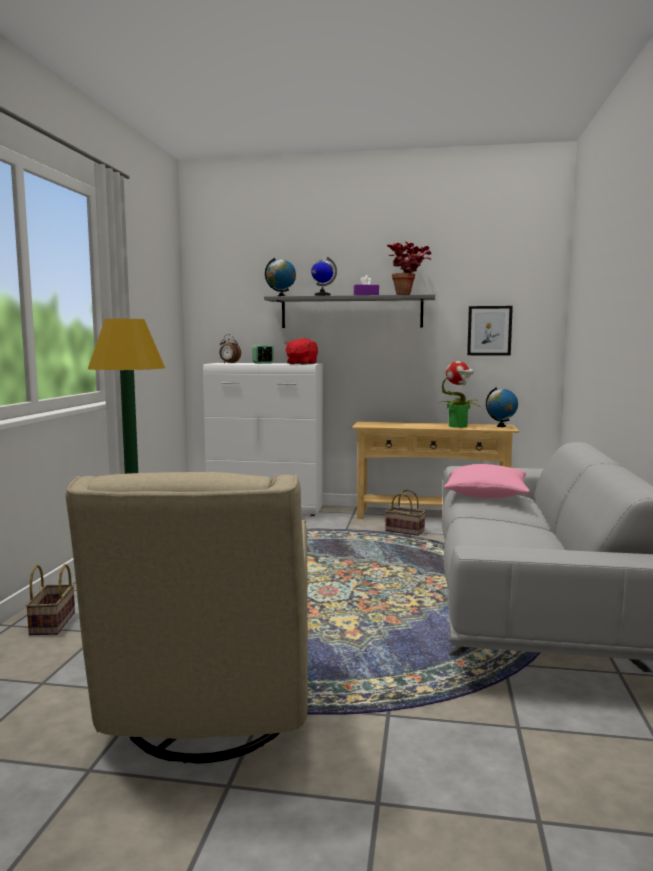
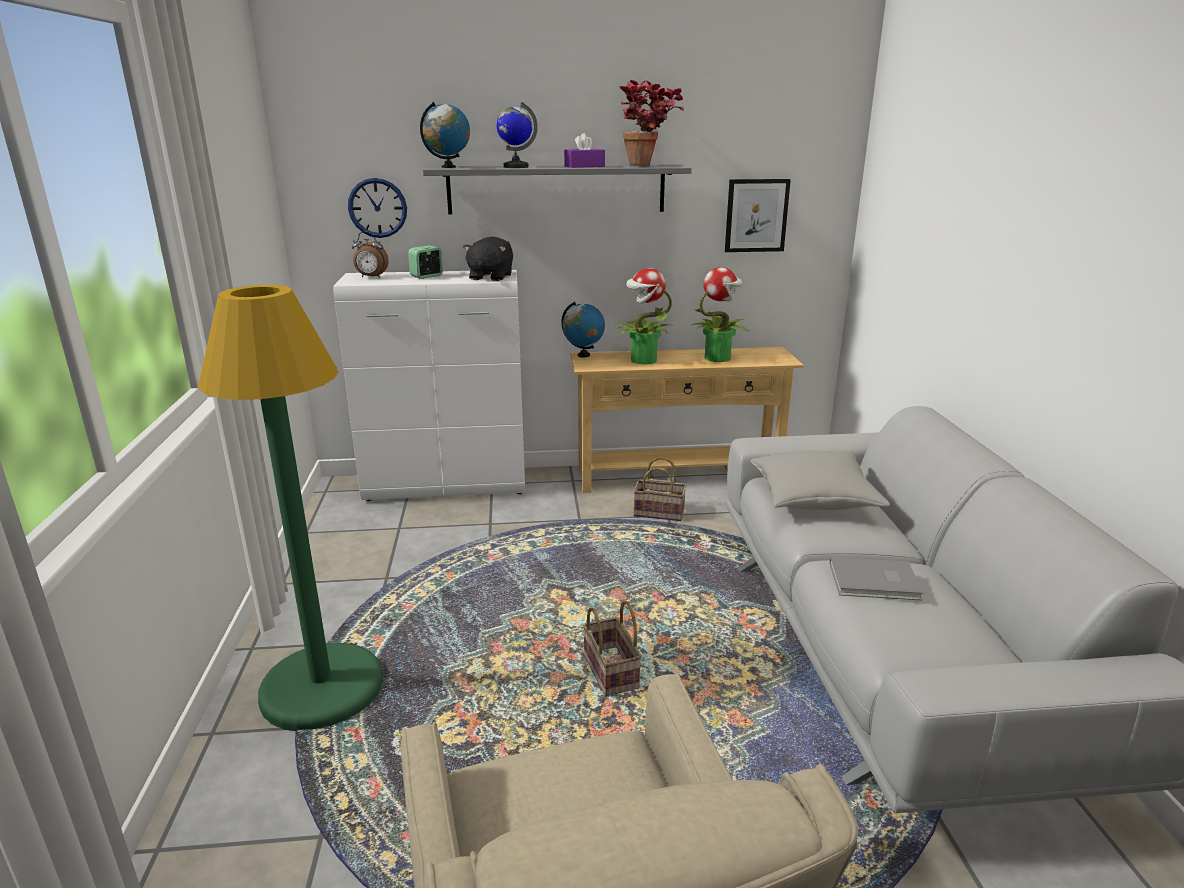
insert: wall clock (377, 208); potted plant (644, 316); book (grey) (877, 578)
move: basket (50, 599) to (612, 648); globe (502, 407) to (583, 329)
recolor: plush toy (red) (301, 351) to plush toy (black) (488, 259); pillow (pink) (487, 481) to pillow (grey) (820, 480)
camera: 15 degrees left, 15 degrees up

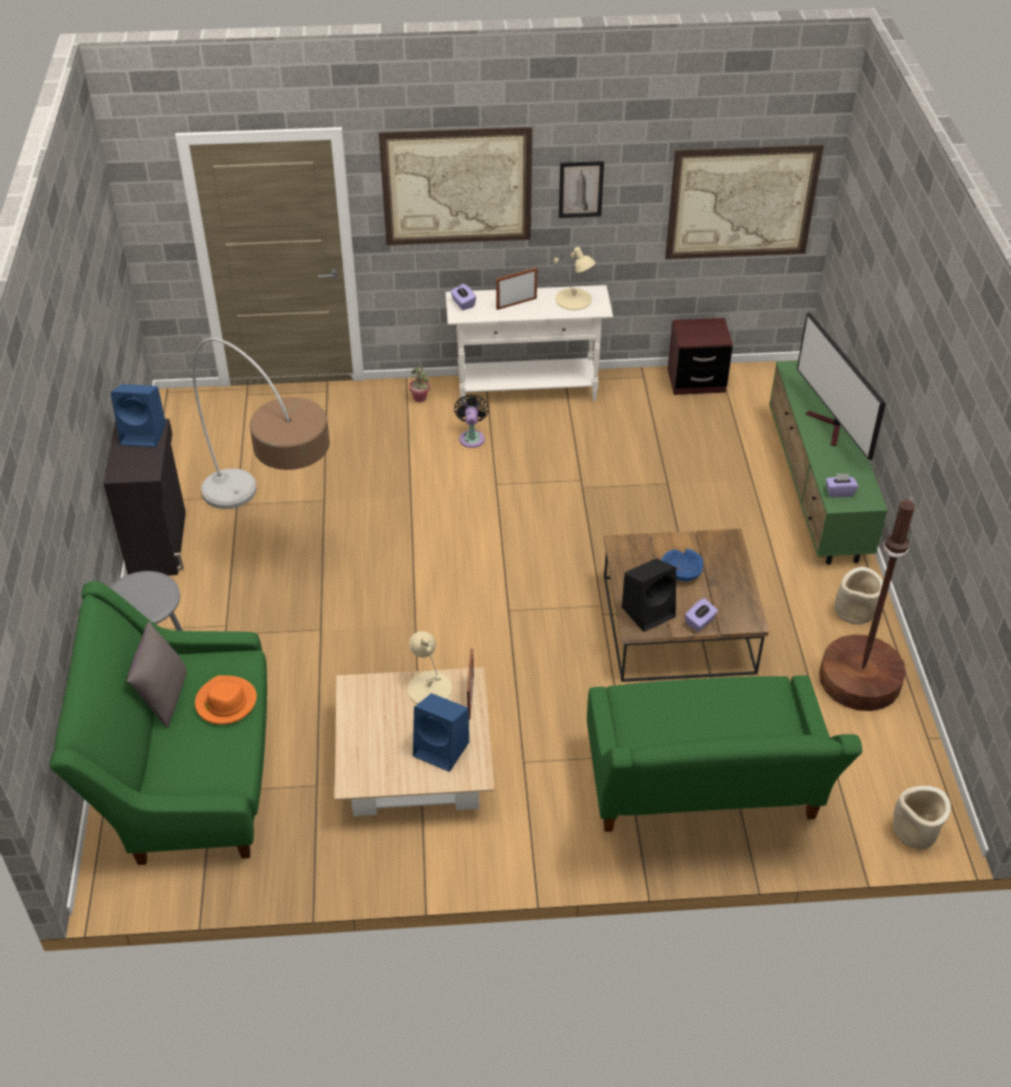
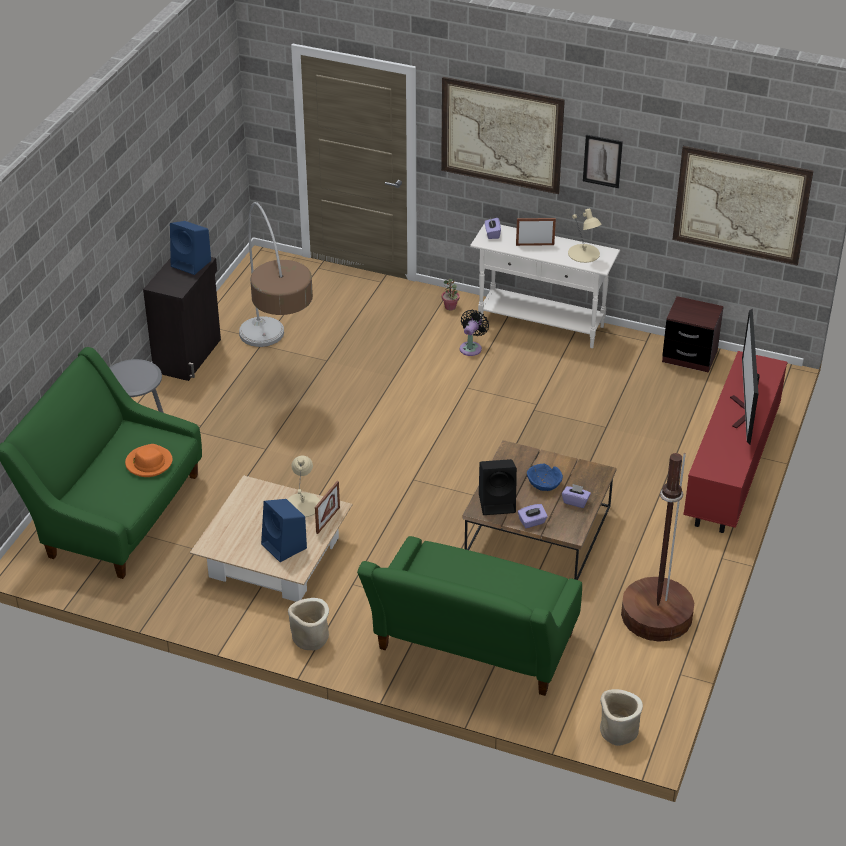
delete: pillow (grey) (157, 675)
move: tissue box (purple) (842, 485) to (576, 496); planter (beige) (858, 596) to (308, 624)
recolor: tv stand (green) (828, 462) to tv stand (red) (735, 442)
camera: 25 degrees right, 5 degrees down

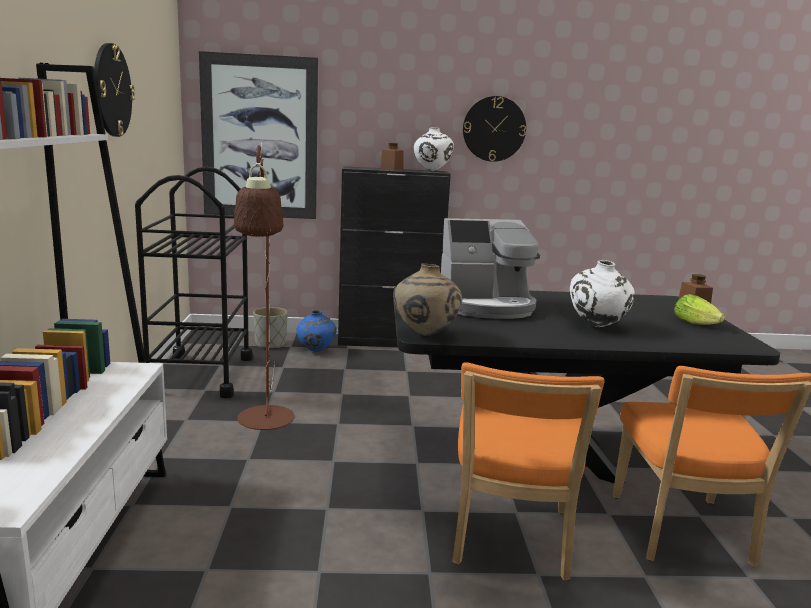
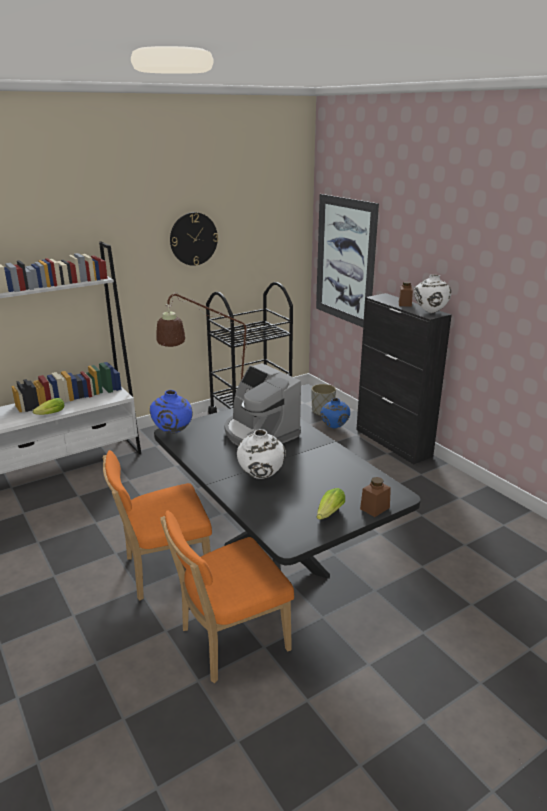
delete: wall clock (494, 129)
insert: lettuce (48, 406)
recolor: vase (beige) (427, 299) to vase (blue) (171, 412)
camera: 60 degrees right, 10 degrees up

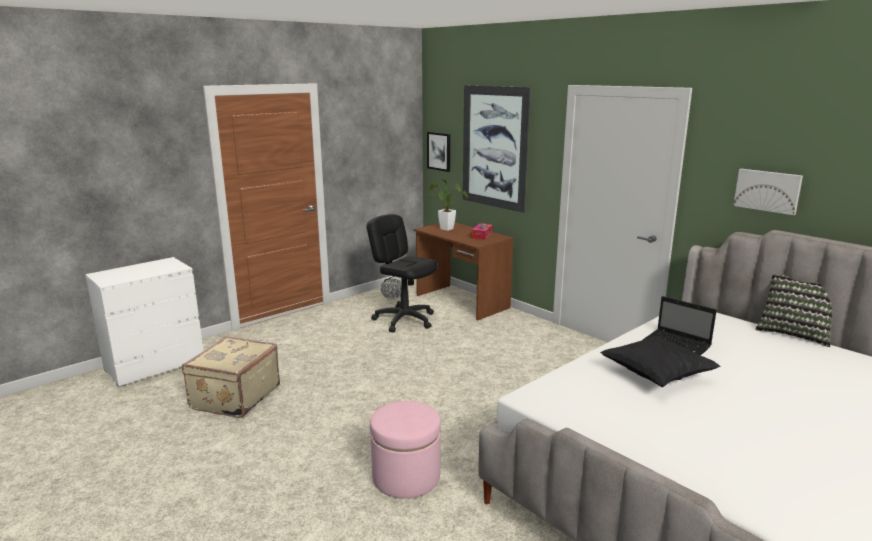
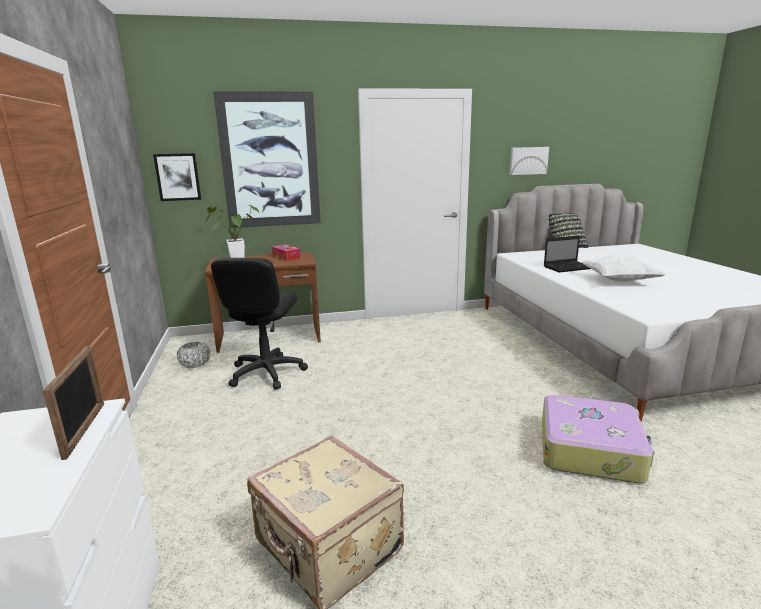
insert: picture frame (73, 403)
replace: ottoman (pink) (405, 450) to suitcase (598, 439)
recolor: pillow (black) (660, 361) to pillow (white) (623, 268)
rotate: office chair (black) (402, 273) = (259, 323) 60 degrees counterclockwise
camera: 60 degrees left, 0 degrees up

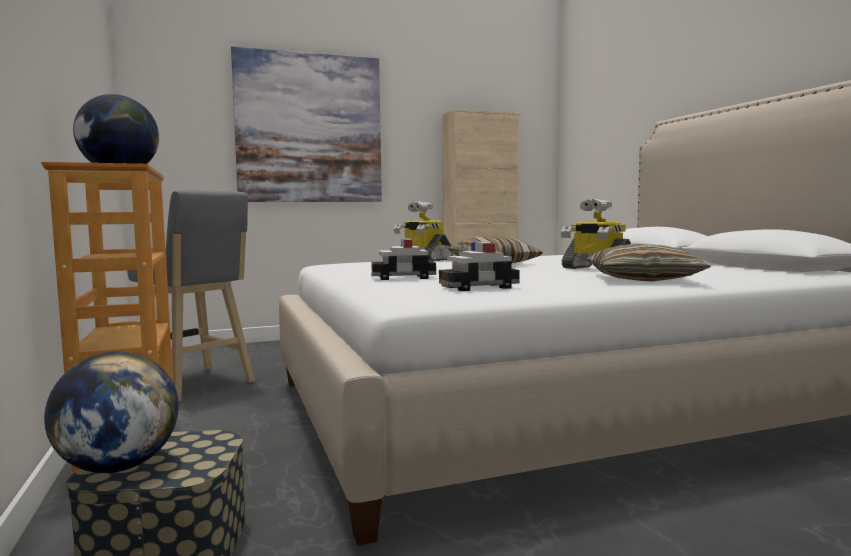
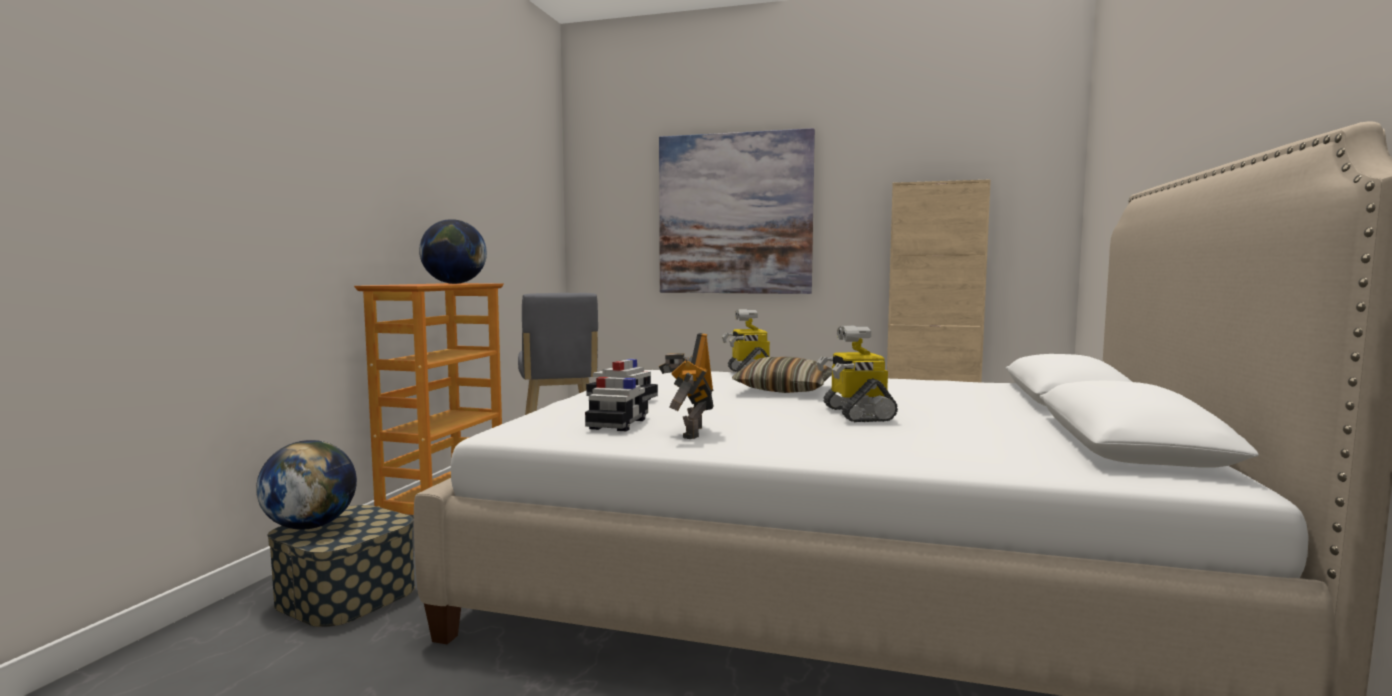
delete: pillow (648, 263)
insert: toy robot (686, 386)
rotate: toy car (479, 266) = (616, 404) 90 degrees clockwise
camera: 35 degrees right, 0 degrees up

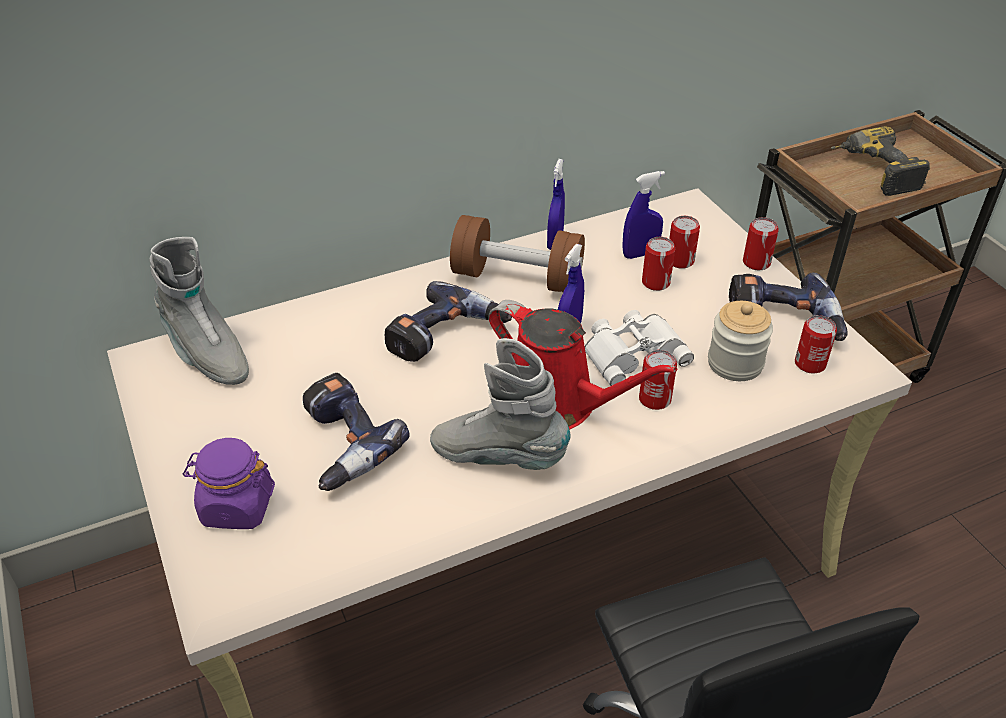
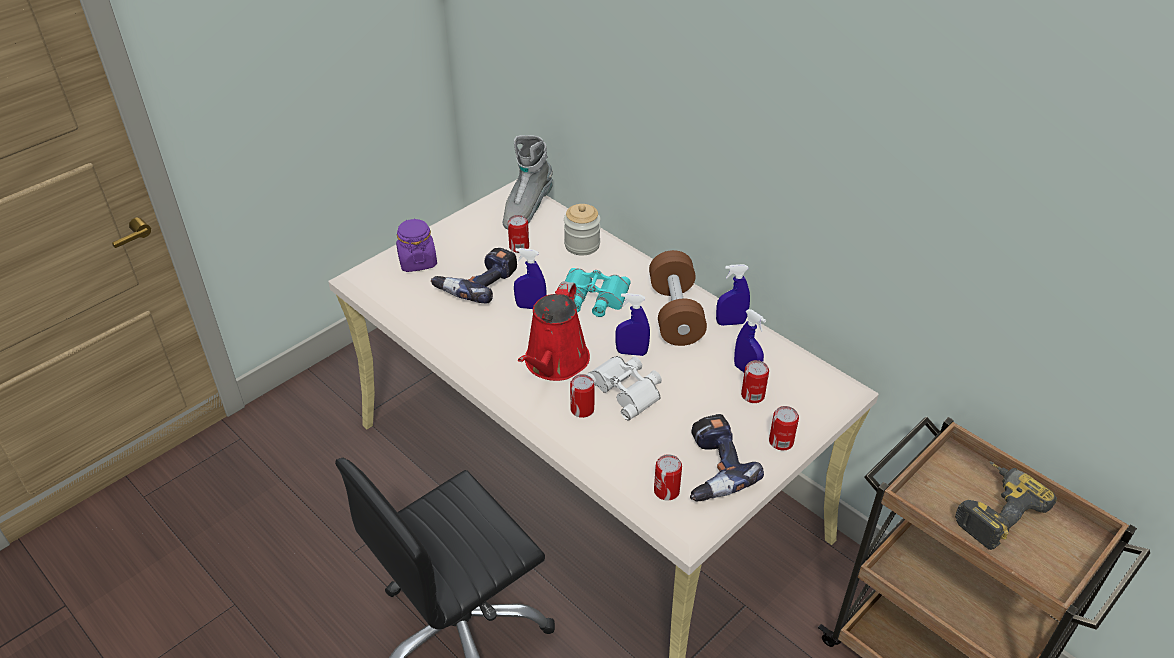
delete: boot (grey) (500, 404)
insert: spray bottle (blue) (530, 278)
move: can (658, 264) to (518, 234); jar (740, 341) to (582, 229)
replace: power drill (448, 321) to binoculars (turquoise) (598, 292)
camera: 70 degrees right, 0 degrees up

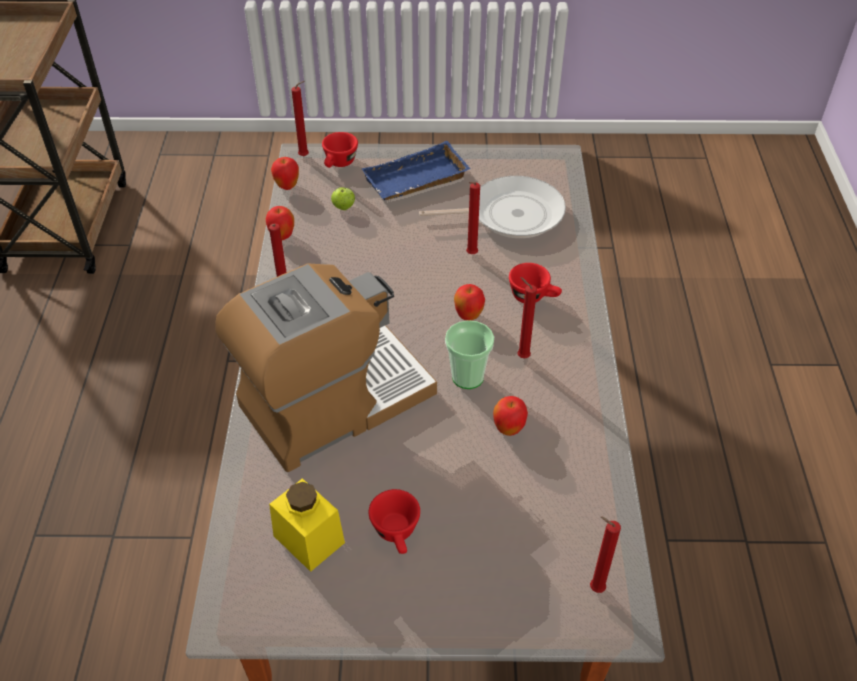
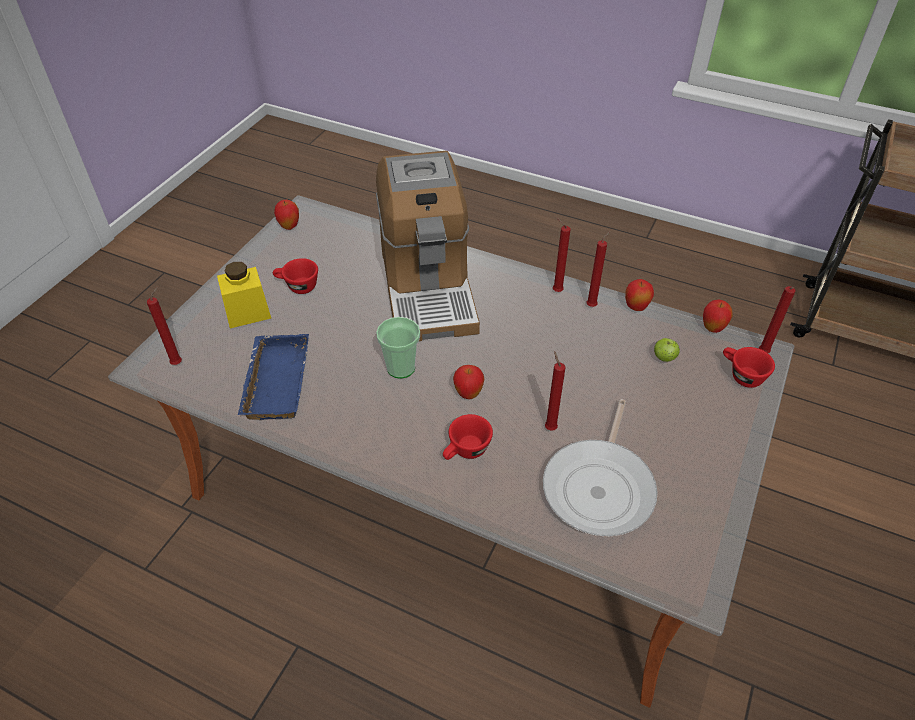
move: jar (yellow) (307, 525) to (244, 295); tray (blue) (416, 170) to (273, 377); apple (510, 416) to (286, 215); candle (red) (527, 317) to (598, 269)
camera: 115 degrees right, 0 degrees up

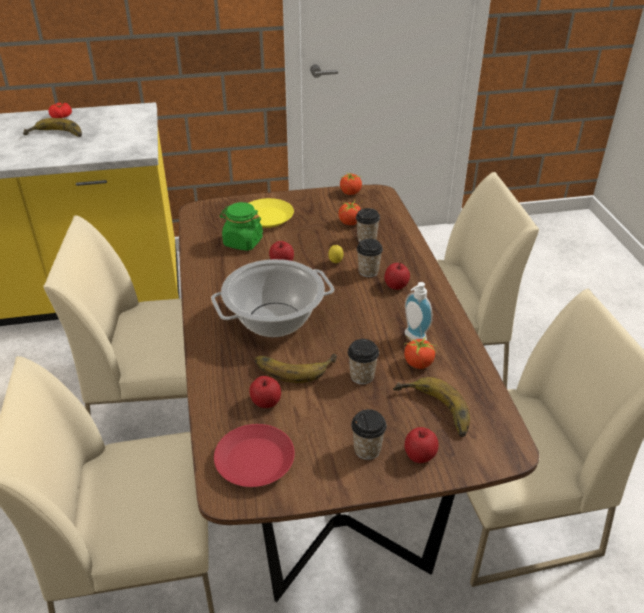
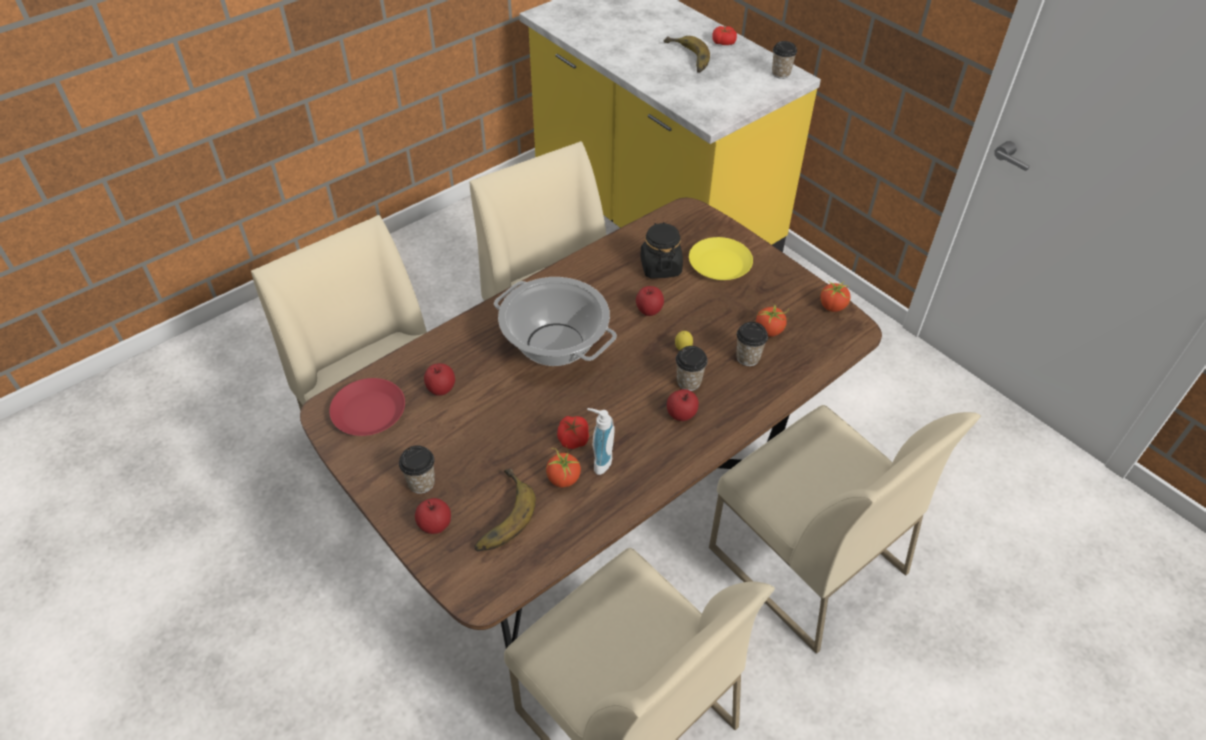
delete: banana (296, 368)
insert: tomato (573, 432)
move: cup (363, 361) to (784, 60)
recolor: jar (green) (241, 226) to jar (black) (661, 250)
camera: 60 degrees right, 10 degrees up

